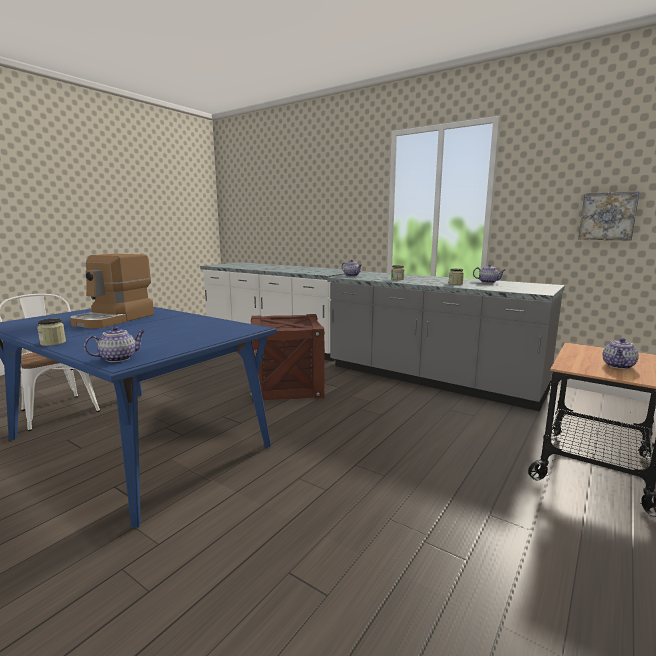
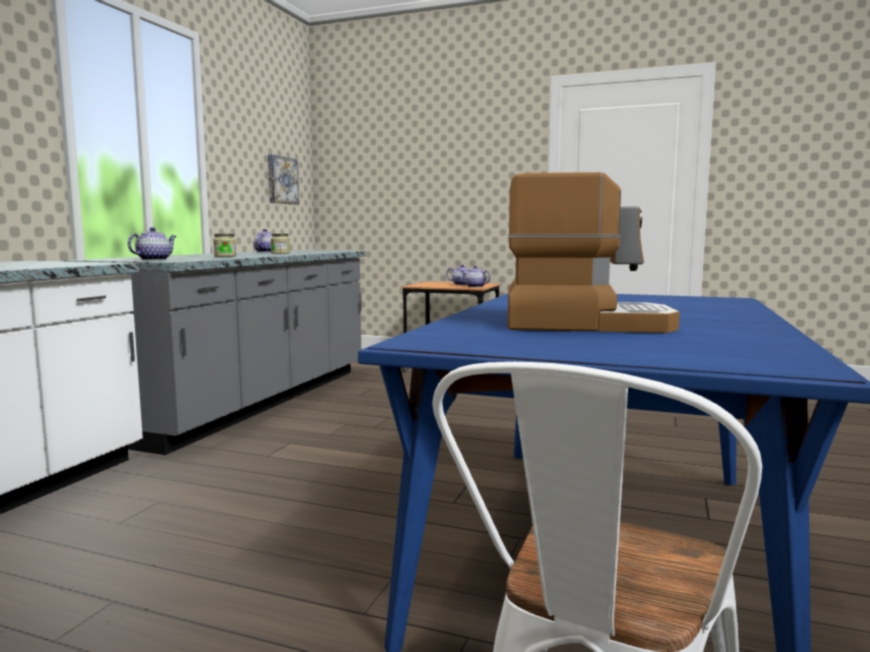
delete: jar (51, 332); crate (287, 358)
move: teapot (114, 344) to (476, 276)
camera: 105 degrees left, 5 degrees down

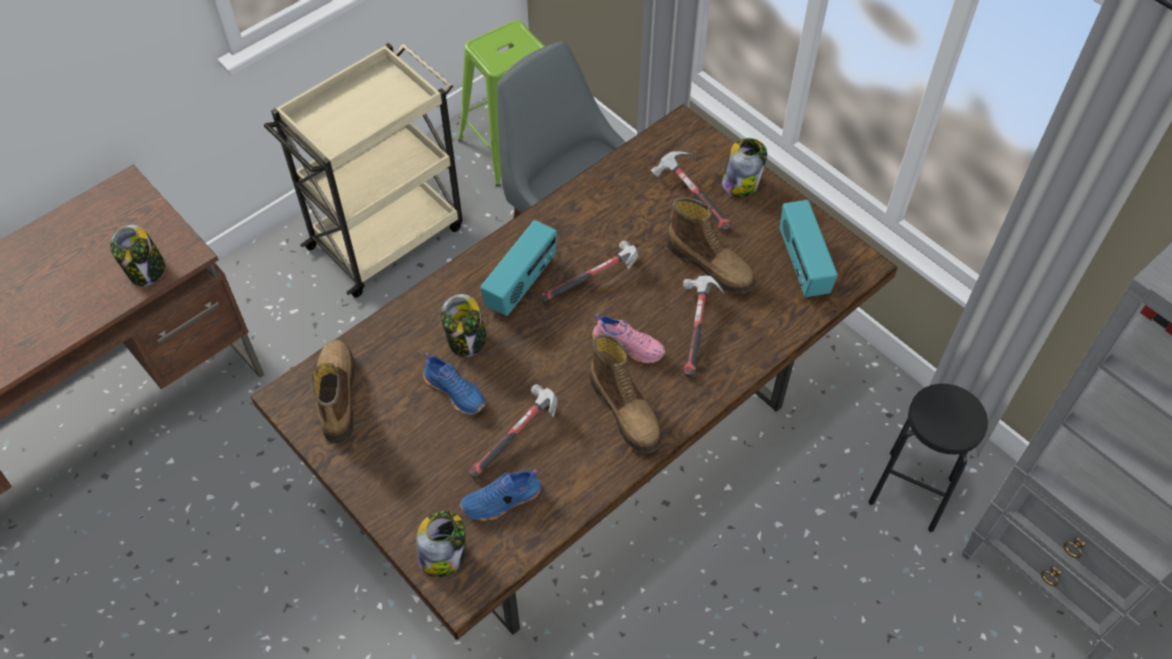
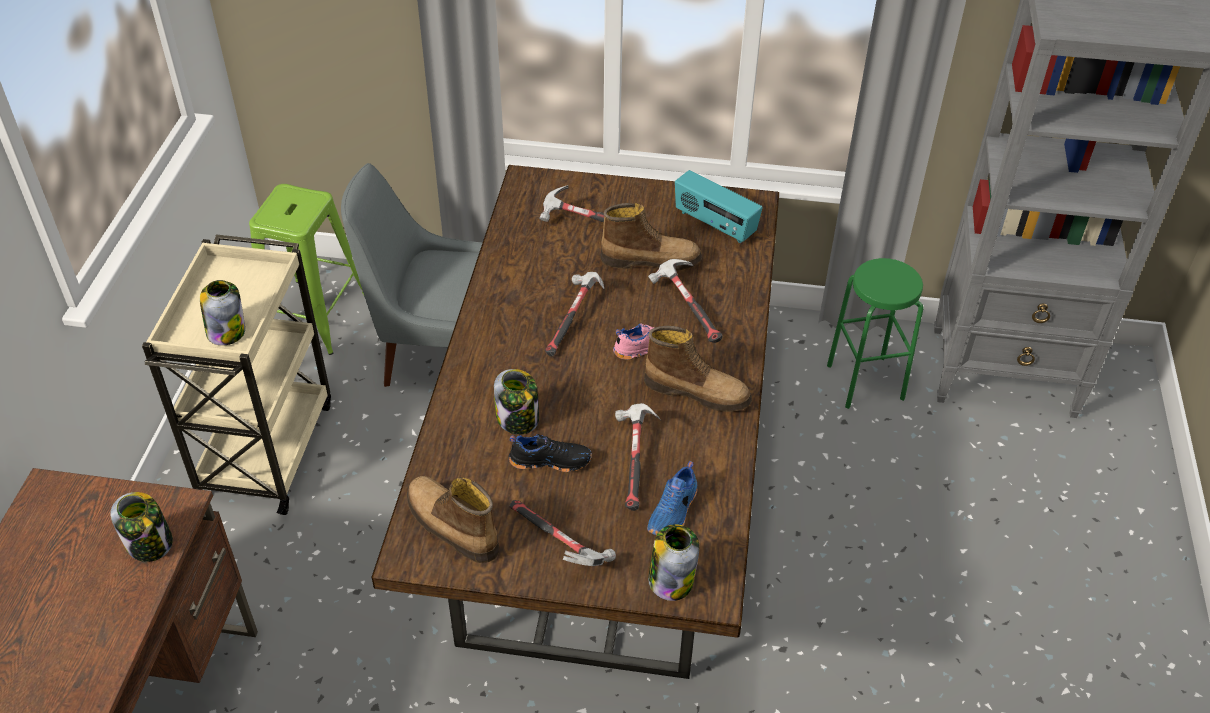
delete: radio (518, 268)
insert: hammer (562, 533)
move: jar (744, 167) to (222, 313)
recolor: shoe (blue) (454, 383) to shoe (black) (550, 453); stool (black) (928, 458) to stool (green) (875, 333)
camera: 40 degrees left, 10 degrees down

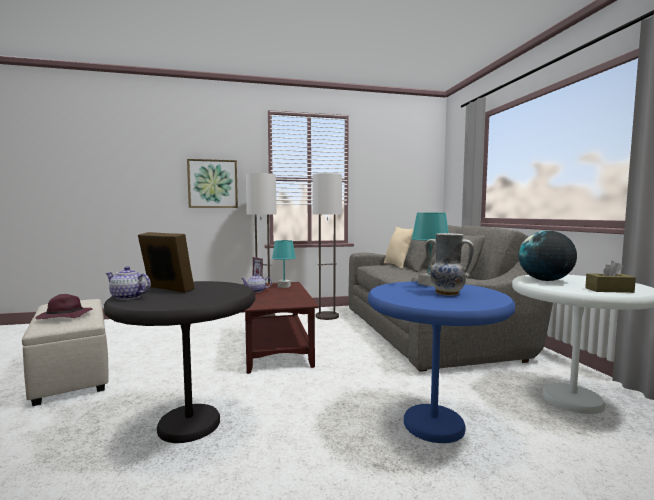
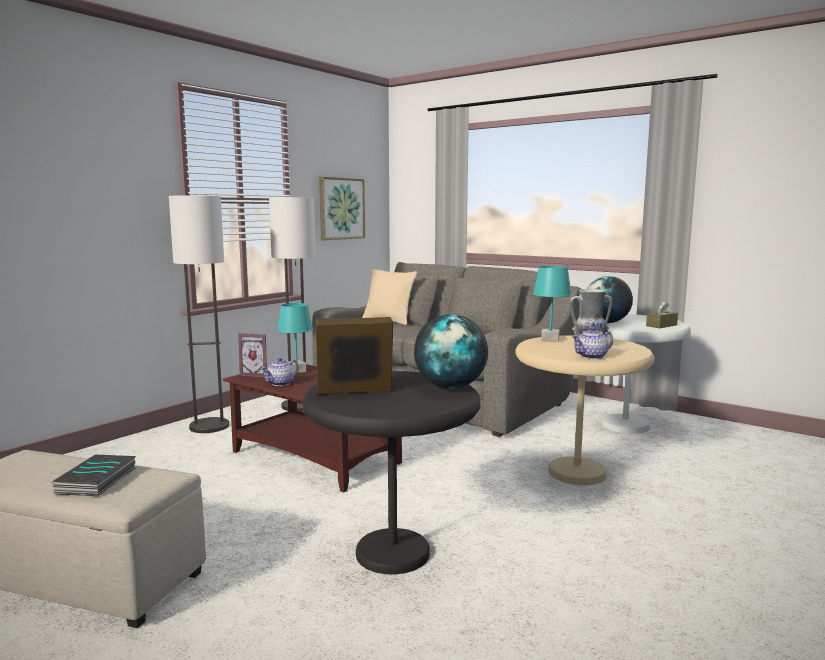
insert: globe (451, 351)
move: teapot (128, 283) to (592, 343); picture (212, 183) to (342, 208)
replace: hat (purple) (64, 306) to book (94, 475)
recolor: side table (blue) (441, 362) to side table (beige) (585, 410)
camera: 40 degrees left, 5 degrees up

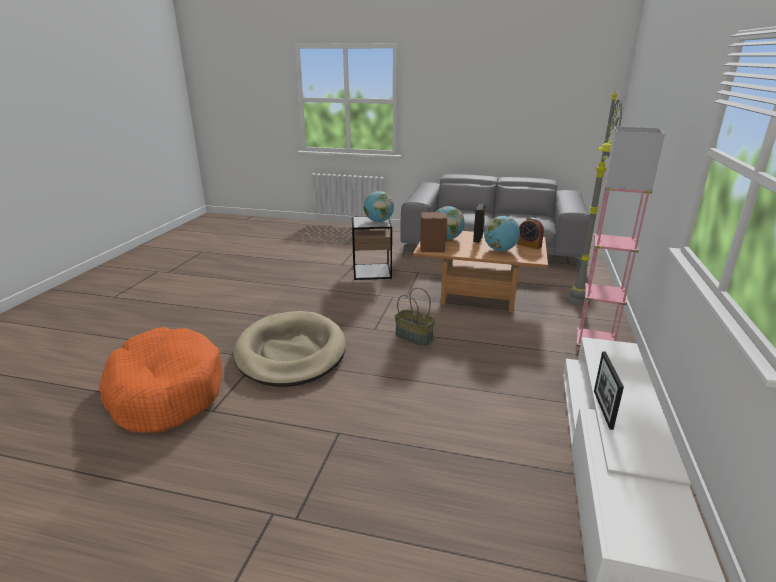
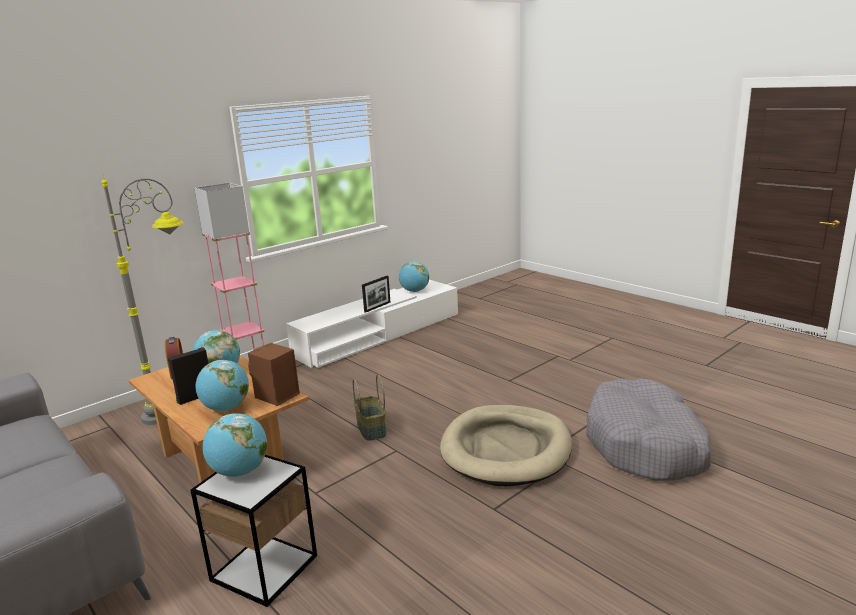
insert: globe (414, 276)
recolor: dog bed (orange) (160, 380) to dog bed (grey) (648, 429)
camera: 145 degrees left, 5 degrees down

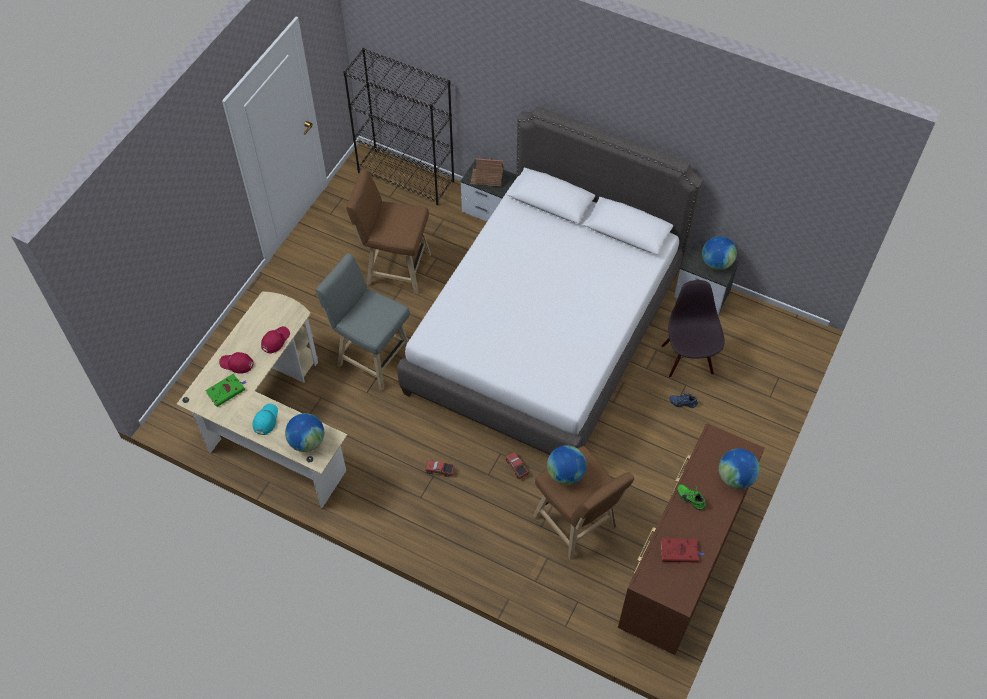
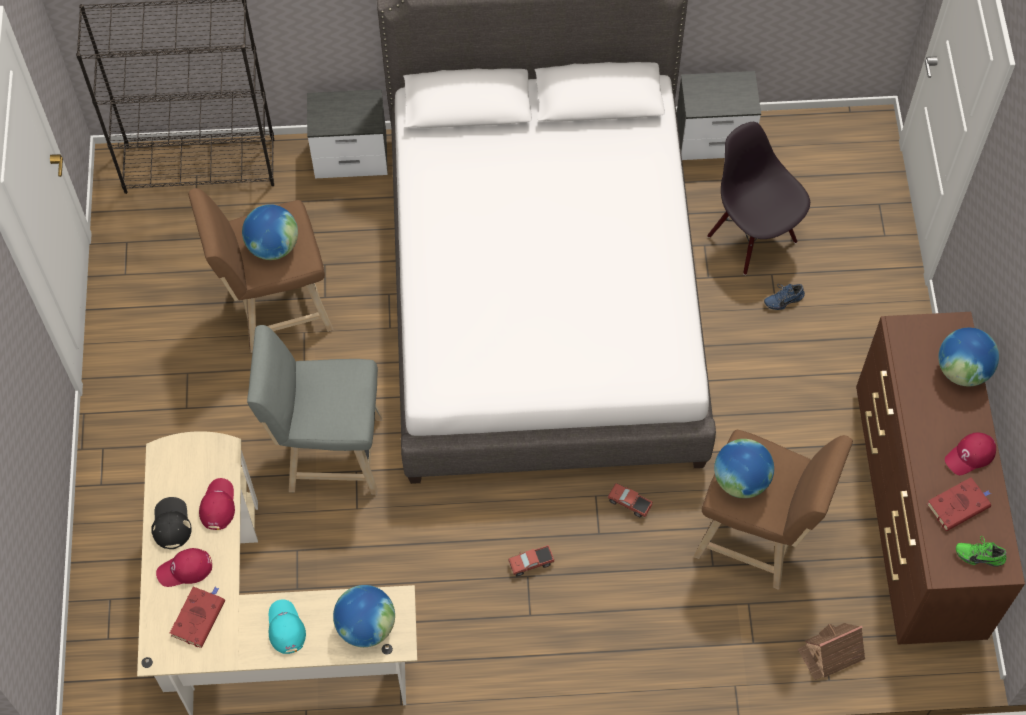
insert: cap (black) (171, 523); cap (red) (970, 454)
move: toy house (487, 171) to (831, 651); shoe (green) (691, 497) to (981, 551); globe (719, 253) to (270, 232)
recolor: book (green) (226, 390) to book (red) (197, 617)
camera: 30 degrees left, 5 degrees up

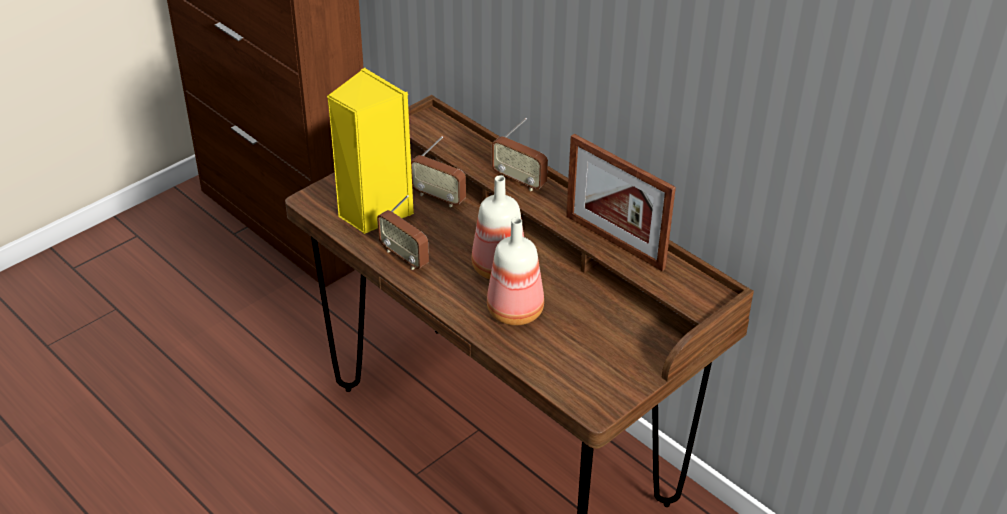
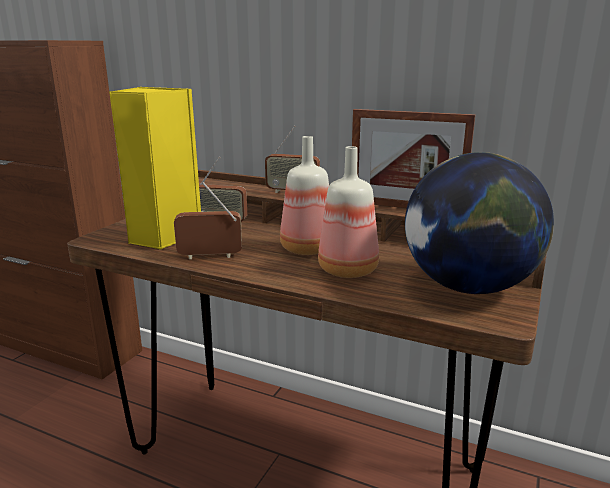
insert: globe (479, 223)
rotate: radio (403, 232) = (208, 220) 150 degrees clockwise
camera: 20 degrees left, 20 degrees down

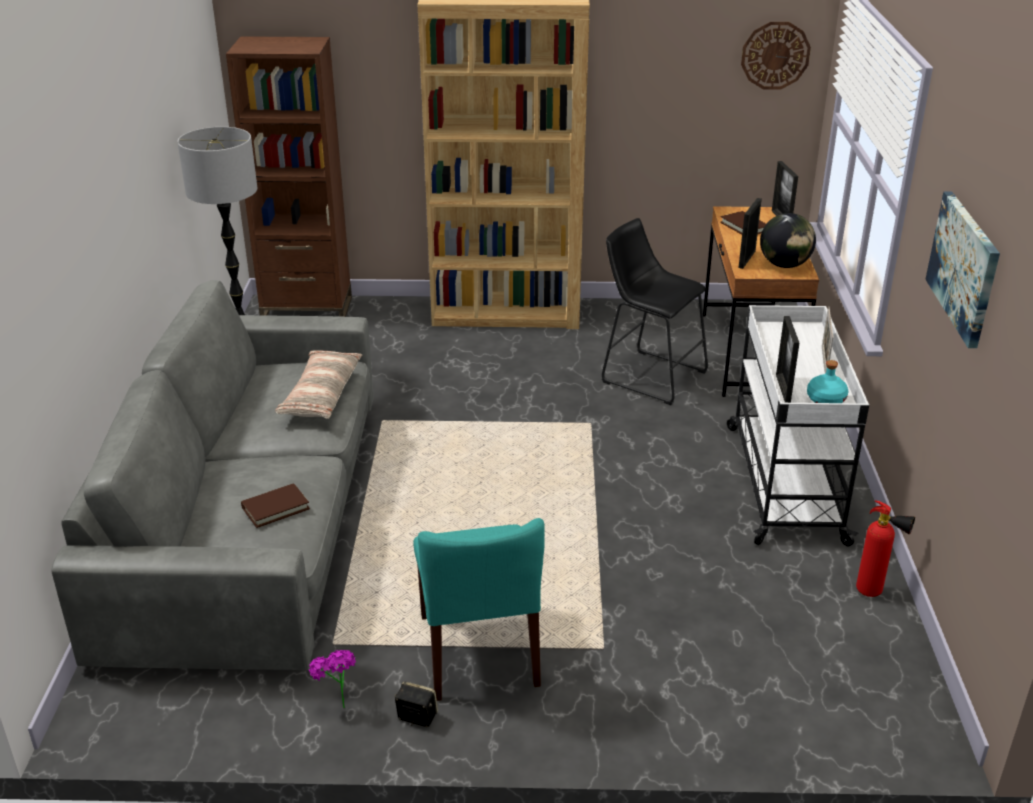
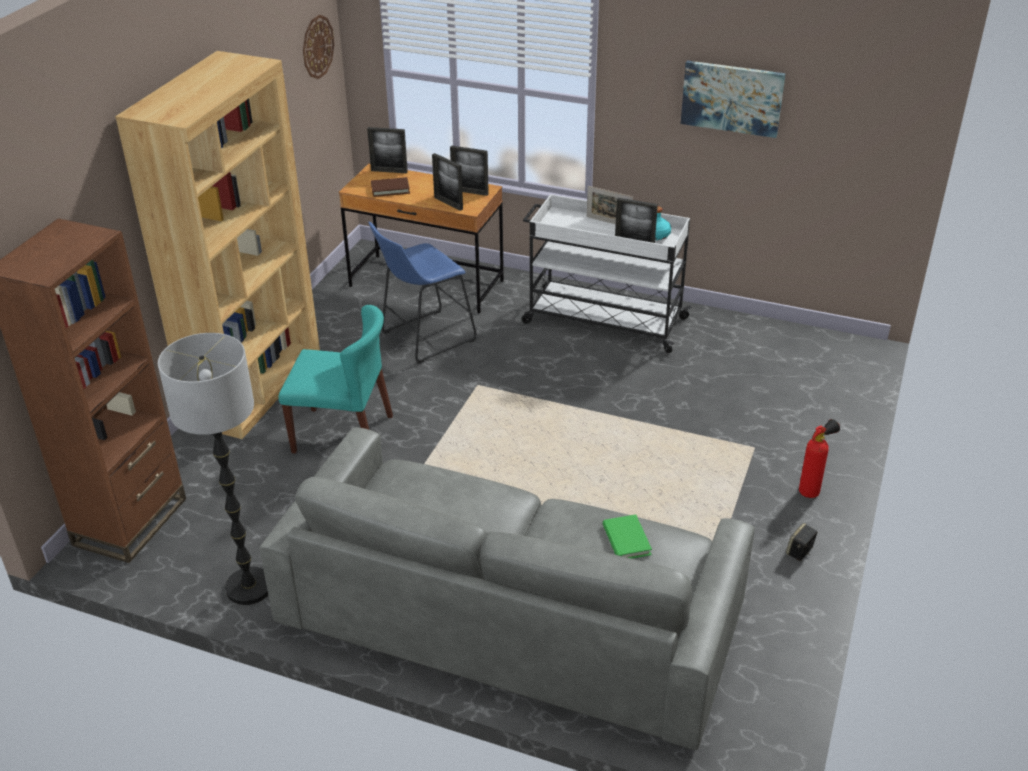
delete: pillow (318, 385); potted plant (332, 679)
move: chair (turquoise) (479, 609) to (335, 379); fire extinguisher (885, 549) to (819, 458)
replace: globe (788, 240) to picture frame (469, 170)
recolor: book (brown) (275, 505) to book (green) (627, 536); stool (black) (655, 311) to stool (blue) (422, 293)
camera: 70 degrees left, 5 degrees up

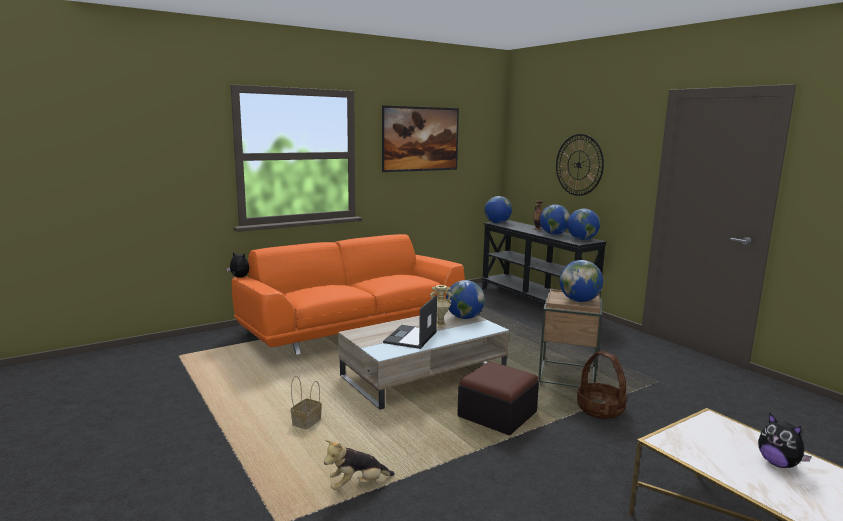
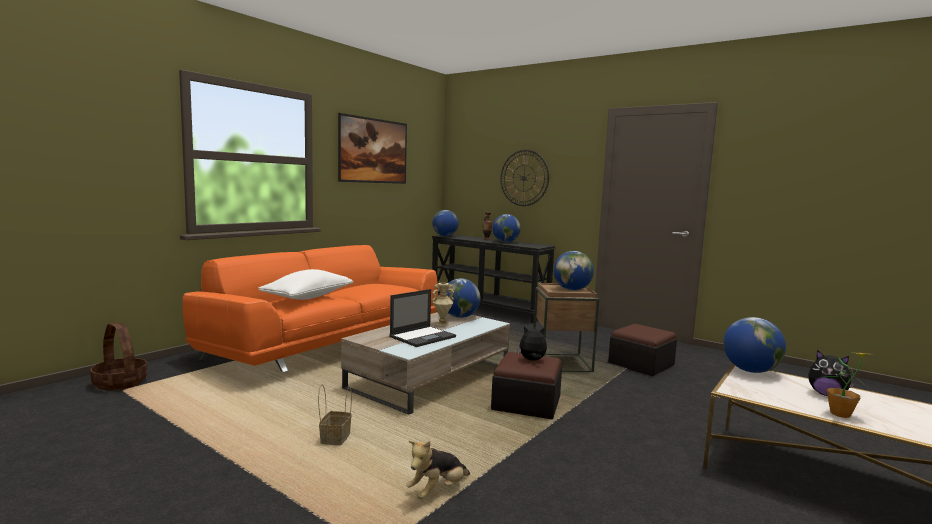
insert: pillow (white) (305, 284); ottoman (642, 350); potted plant (845, 385)
move: plush toy (237, 264) to (532, 343); globe (583, 224) to (754, 345); basket (602, 385) to (118, 356)
rotate: laptop (410, 321) = (422, 318) 135 degrees counterclockwise
camera: 20 degrees left, 5 degrees down

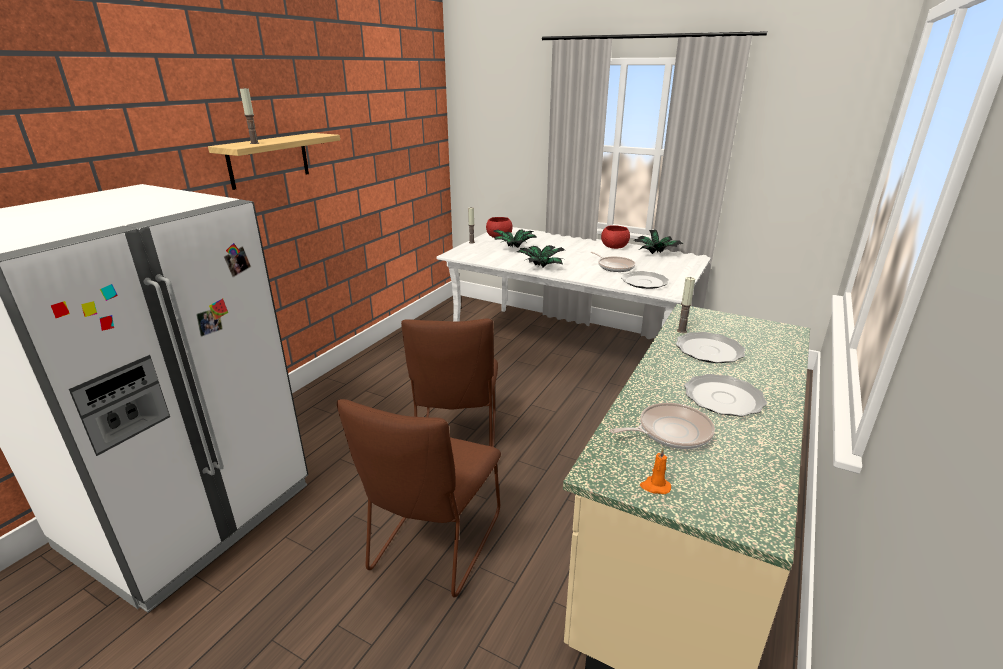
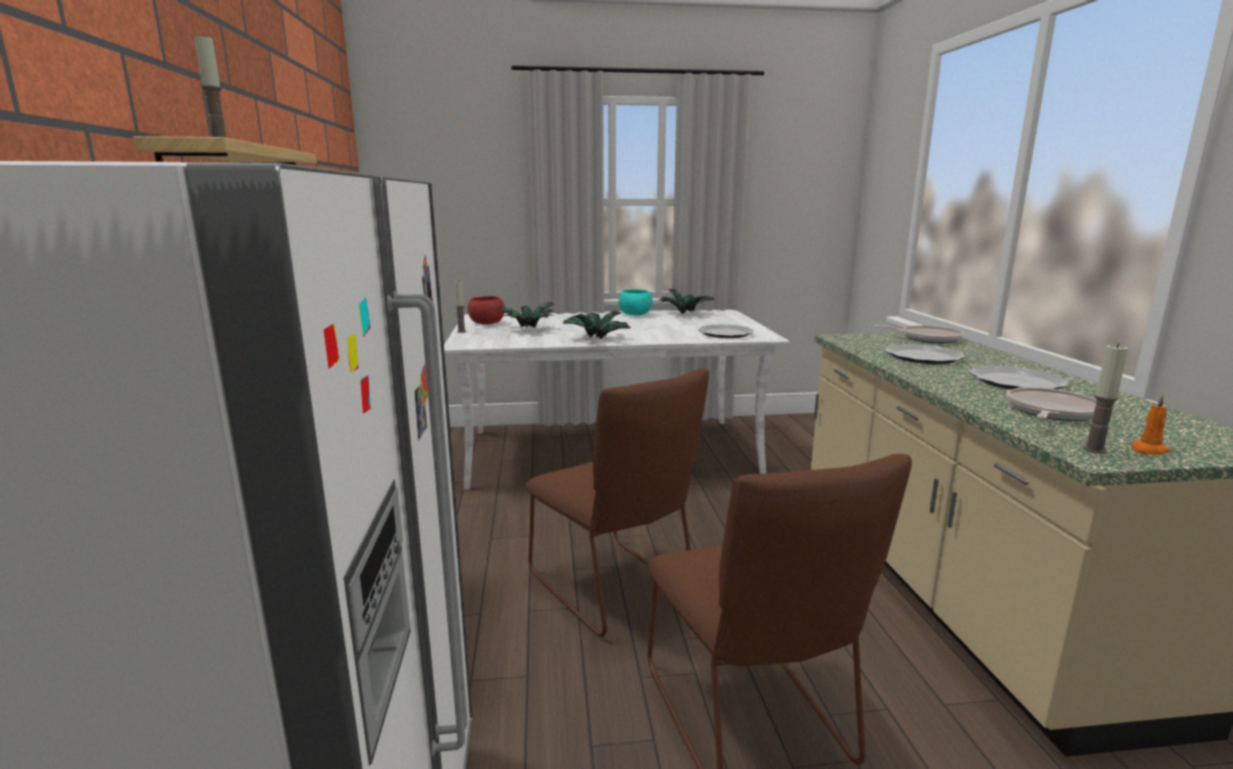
move: frying pan (613, 262) to (918, 334); candle (686, 305) to (1106, 398)
recolor: bowl (red) (615, 237) to bowl (turquoise) (636, 303)
camera: 35 degrees left, 10 degrees down

